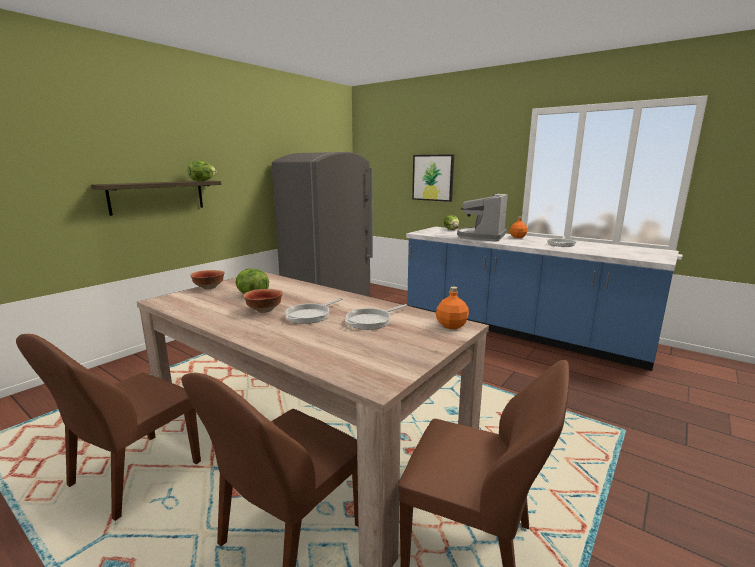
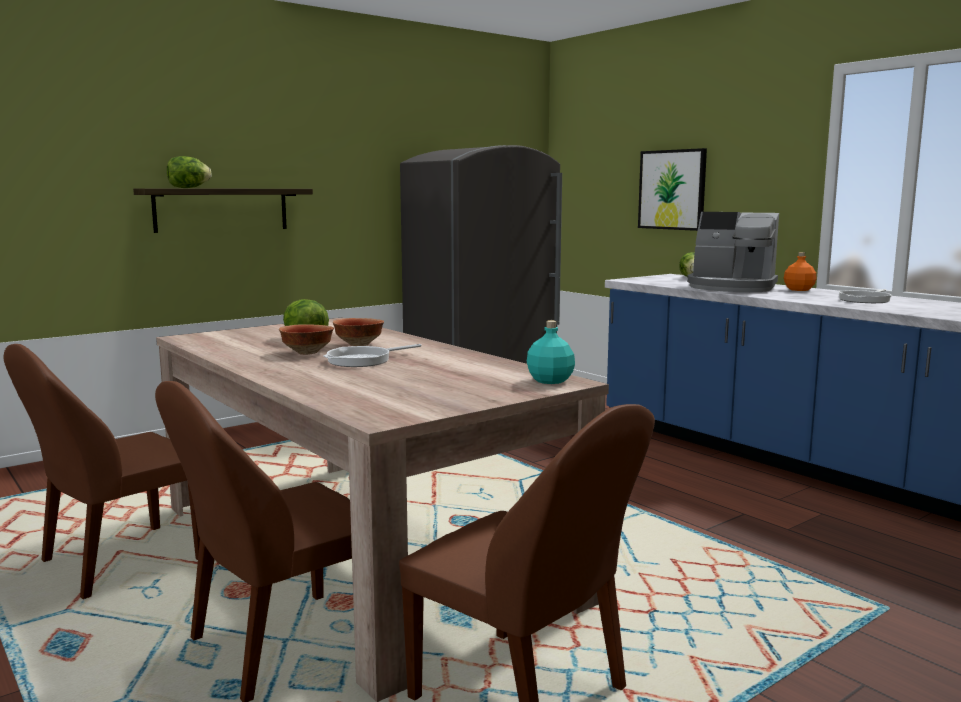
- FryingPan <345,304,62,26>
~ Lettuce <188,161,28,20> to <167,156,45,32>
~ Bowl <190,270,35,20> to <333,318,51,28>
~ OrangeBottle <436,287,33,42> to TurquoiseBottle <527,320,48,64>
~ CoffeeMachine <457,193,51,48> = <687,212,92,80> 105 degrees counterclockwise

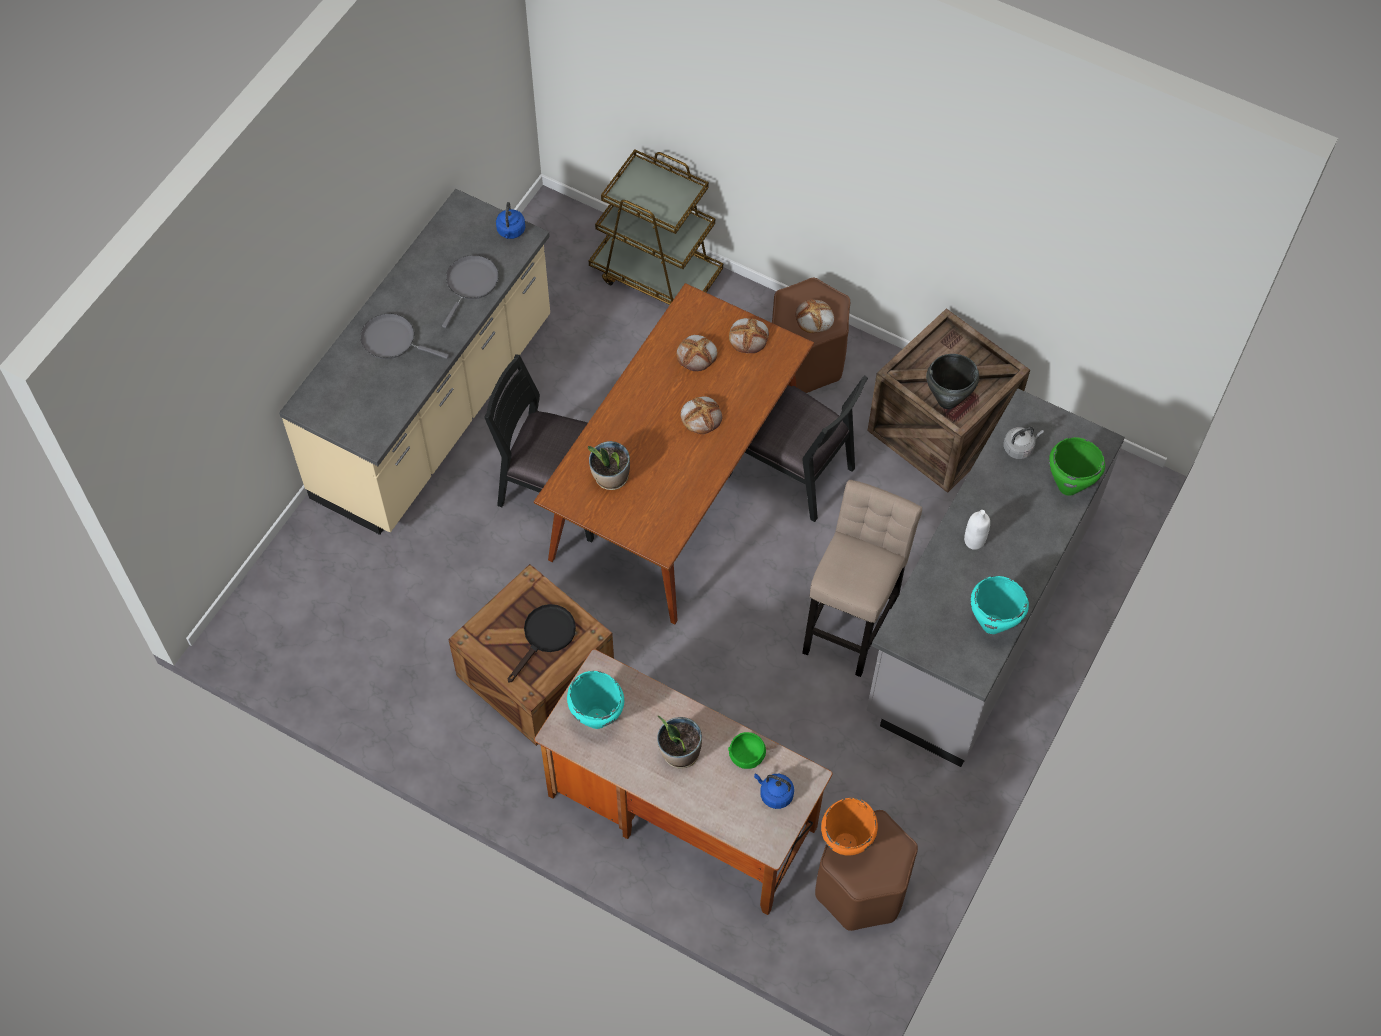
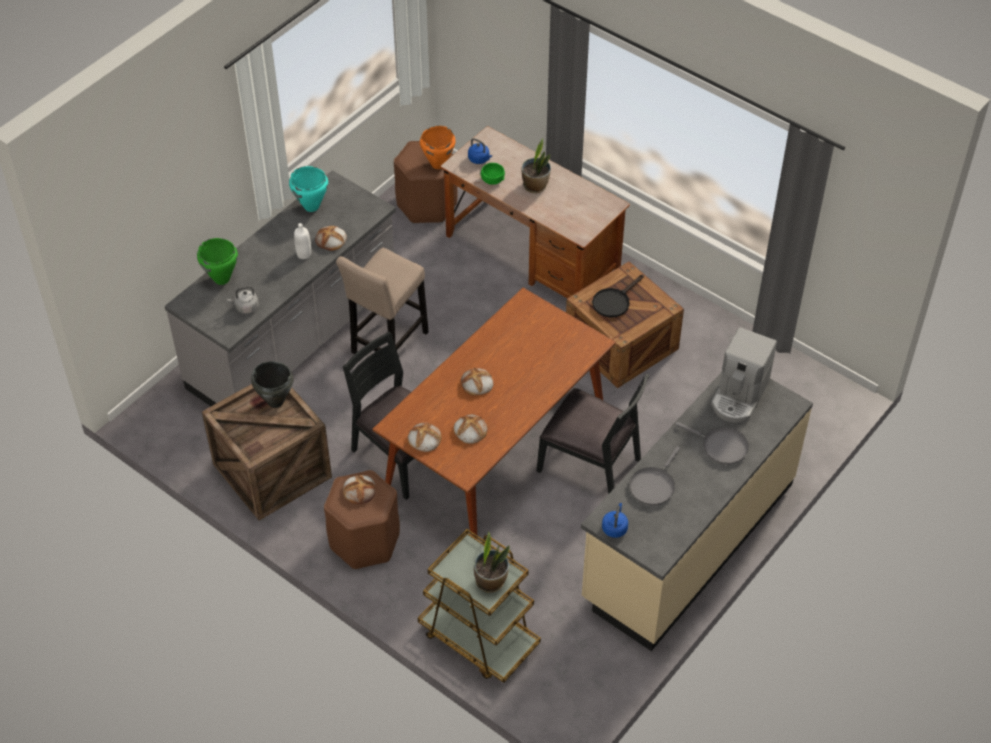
- TurquoiseCookingPot <567,671,57,58>
+ Bread <315,226,32,25>
+ CoffeeMachine <711,327,66,96>
~ PottedPlant <588,441,42,49> to <474,531,36,62>

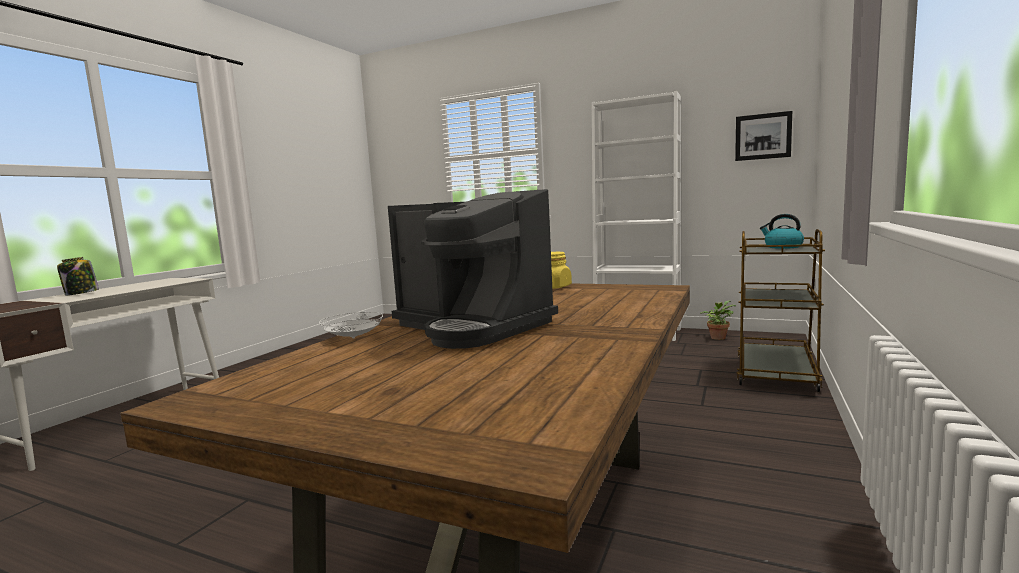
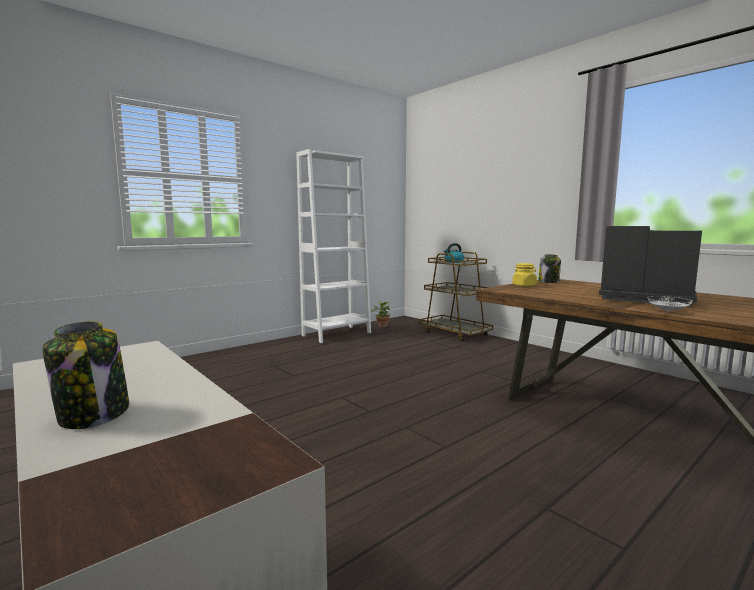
- Picture <735,111,57,50>
+ Jar <538,254,23,29>
~ CoffeeMachine <388,189,170,160> = <599,226,103,81> 120 degrees counterclockwise

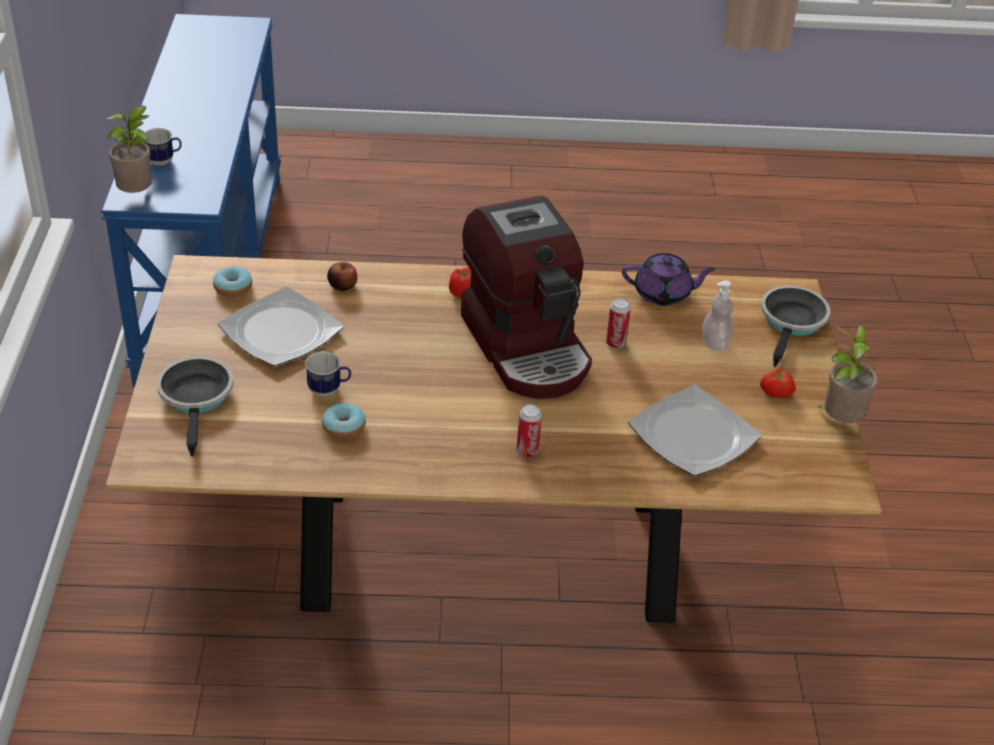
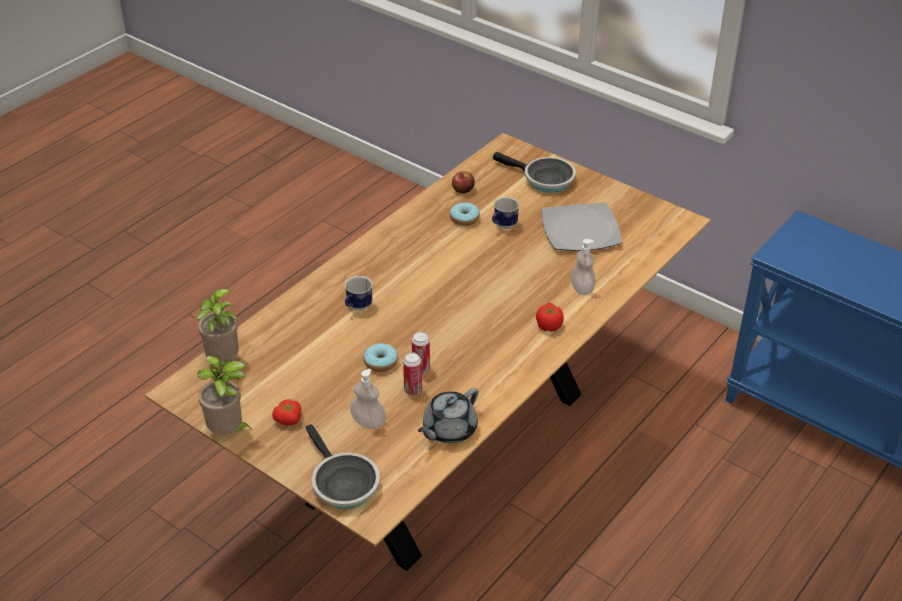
- CoffeeMachine <461,196,131,203>
- Plate <628,385,133,91>
+ SoapDispenser <571,239,25,56>
~ PottedPlant <105,105,47,88> to <196,289,43,78>
~ Mug <144,128,38,38> to <345,276,27,35>
~ Donut <213,266,39,31> to <364,343,34,29>
~ Apple <327,262,30,29> to <452,171,23,22>
~ Can <517,404,25,54> to <403,352,19,43>
~ PurpleTeapot <622,253,94,53> to GreyTeapot <418,388,60,55>

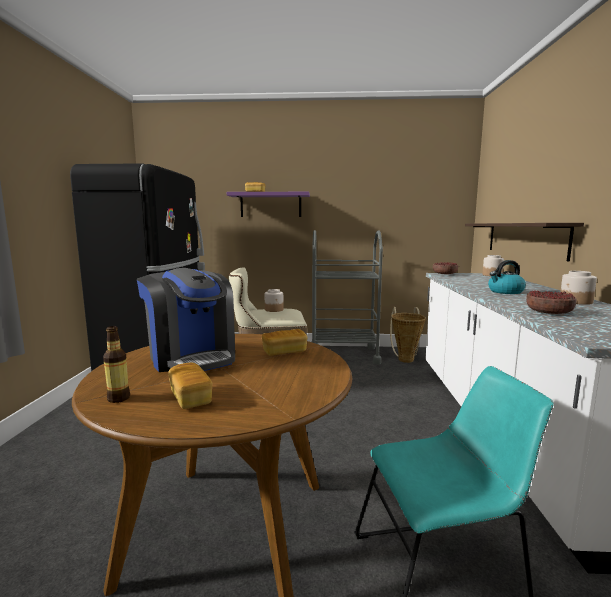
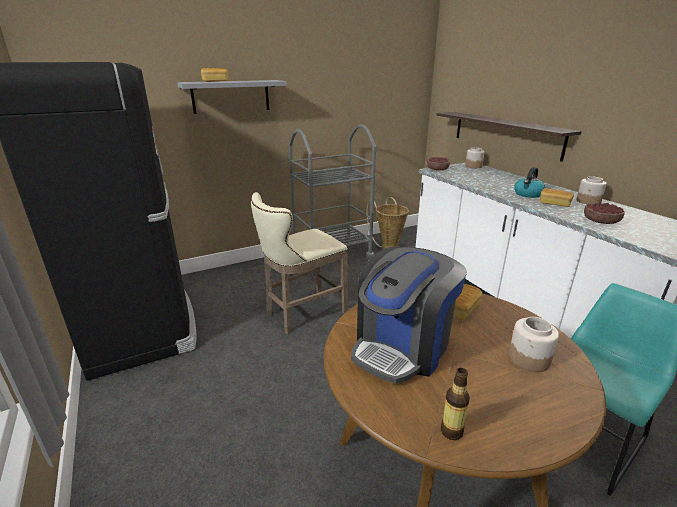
~ Bread <168,363,44,46> to <540,188,34,19>
~ Jar <265,289,19,23> to <509,317,50,55>
~ PurpleShelf <227,192,83,25> to GreyShelf <177,80,110,34>
~ CoffeeMachine <137,268,98,104> = <351,246,116,138> 105 degrees clockwise

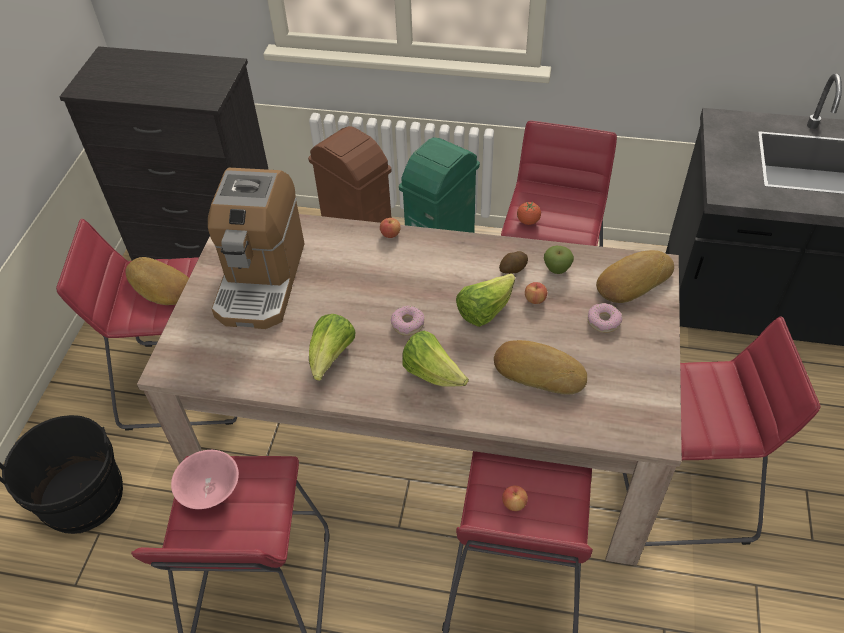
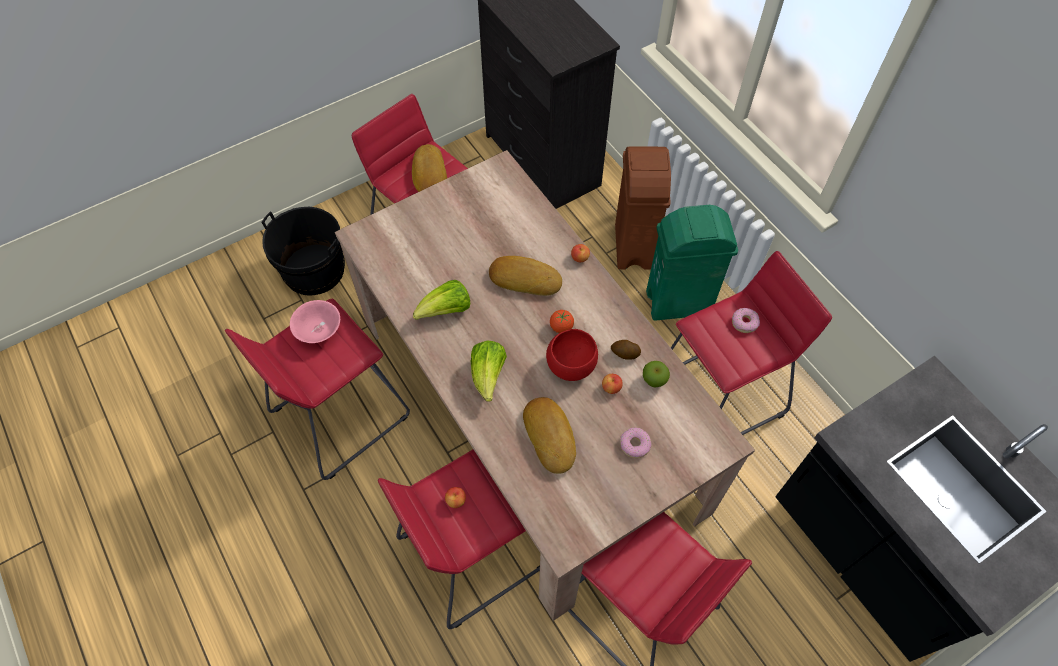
- CoffeeMachine <208,168,97,161>
~ Donut <391,306,33,30> to <732,308,28,25>
~ Tomato <517,202,24,23> to <550,310,24,23>
~ Bread <596,250,78,53> to <489,256,73,40>
~ Lettuce <456,273,59,54> to RedBowl <546,329,52,52>

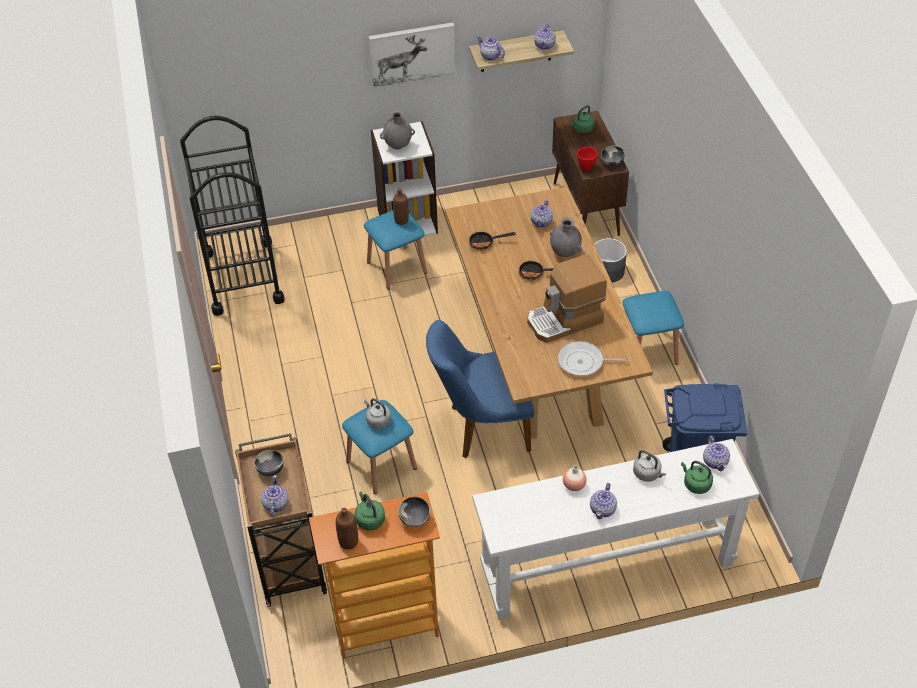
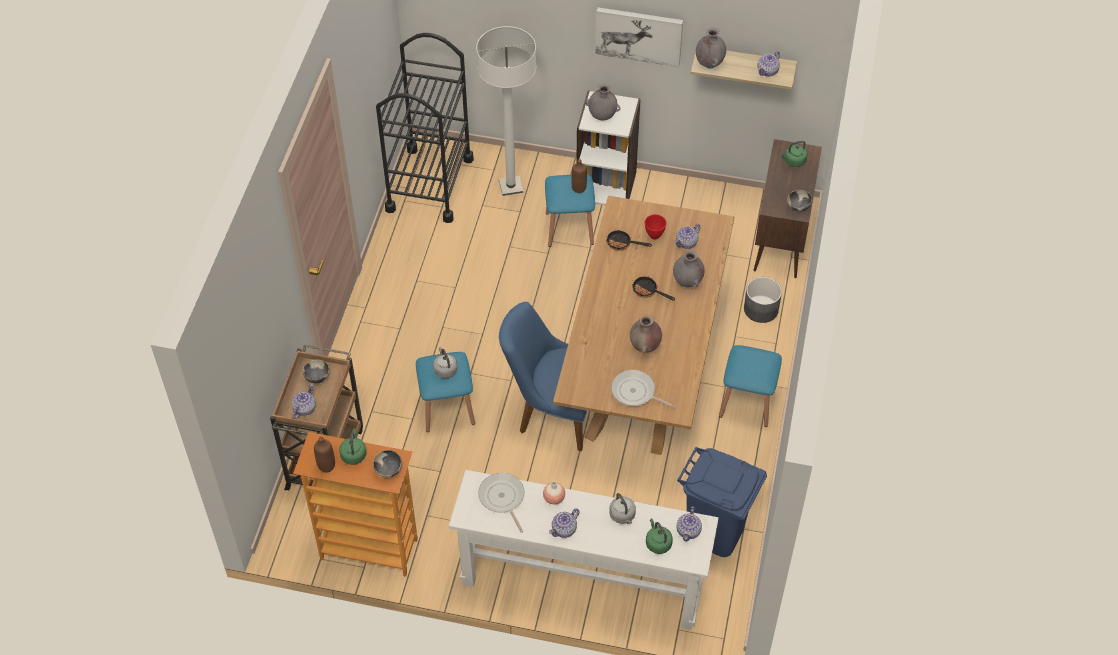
+ WhiteFloorLamp <476,26,61,170>
+ FryingPan <478,473,46,60>
~ RedBowl <577,147,21,24> to <645,214,21,25>
~ Teapot <477,37,28,24> to GreyVase <696,27,30,41>
~ CoffeeMachine <527,254,80,89> to BrownVase <630,315,32,39>

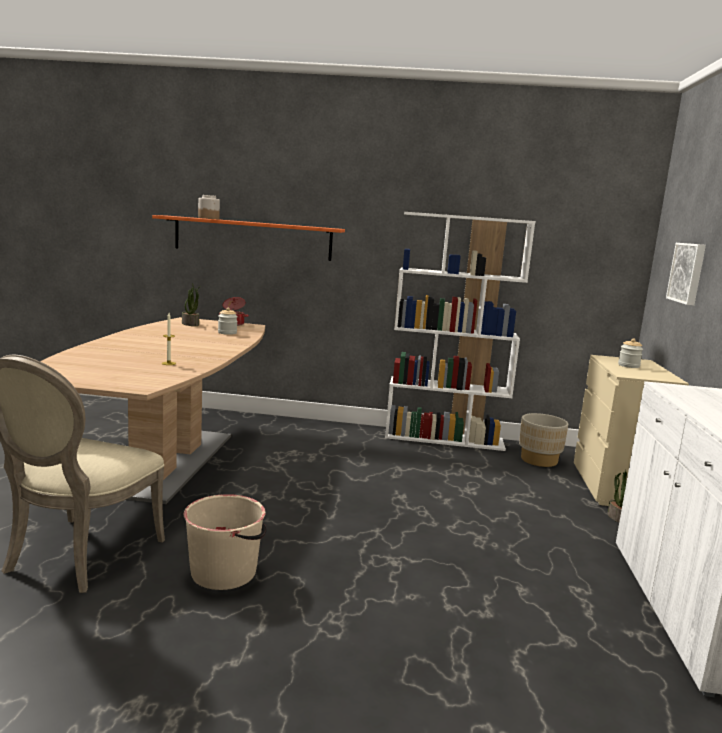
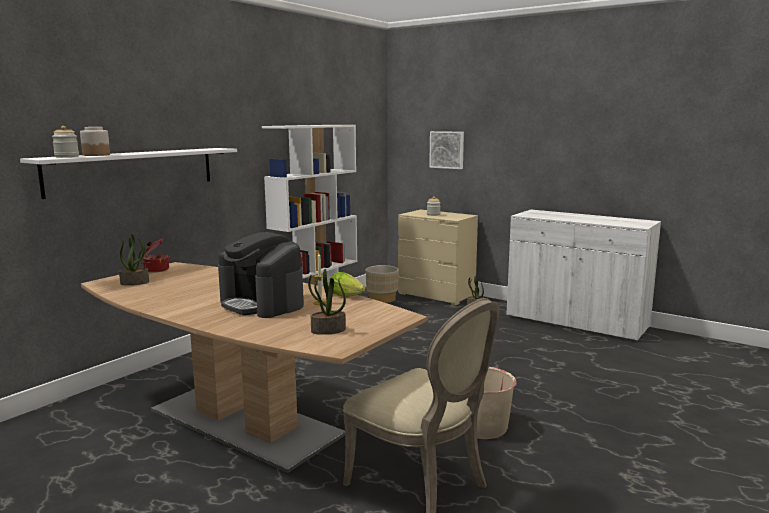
+ CoffeeMachine <218,232,86,86>
+ PottedPlant <308,269,38,66>
+ Lettuce <328,272,38,25>
~ Jar <218,308,20,27> to <52,126,27,31>
~ OrangeShelf <152,215,193,46> to WhiteShelf <20,148,217,51>

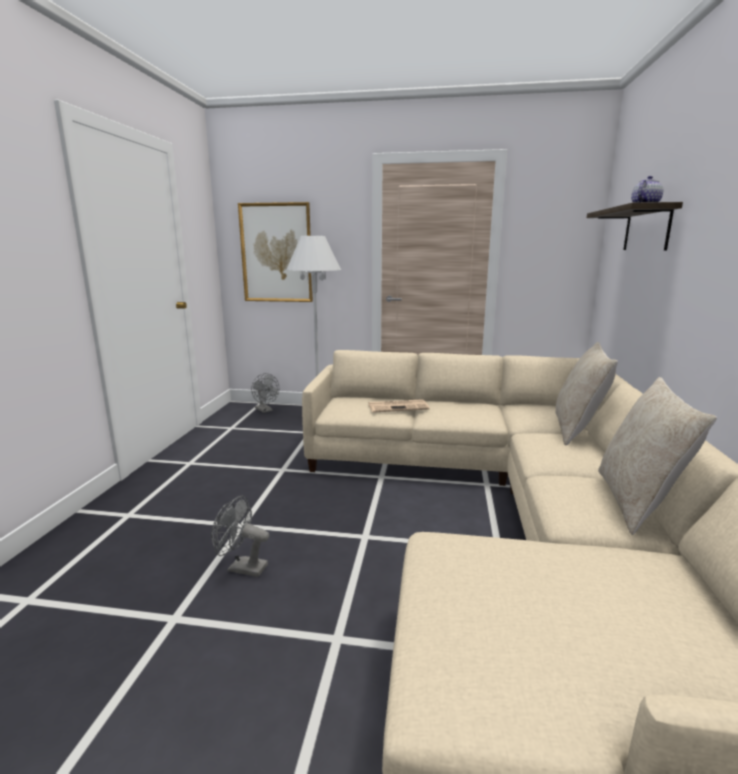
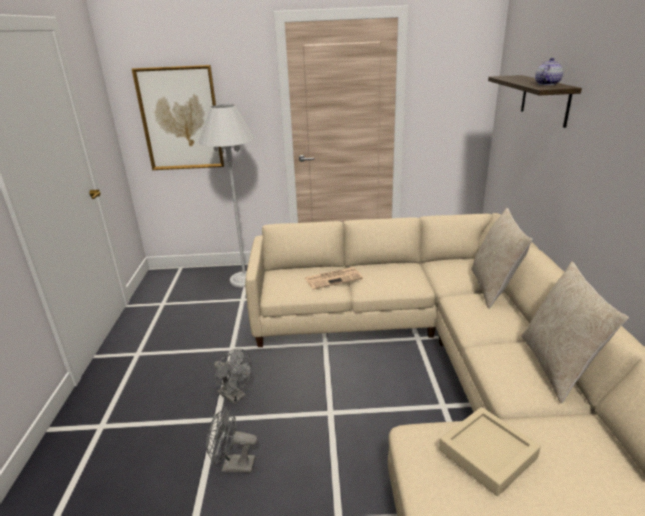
+ BeigeTray <439,407,102,89>
~ GreyFan <251,373,28,40> to <214,348,38,56>

